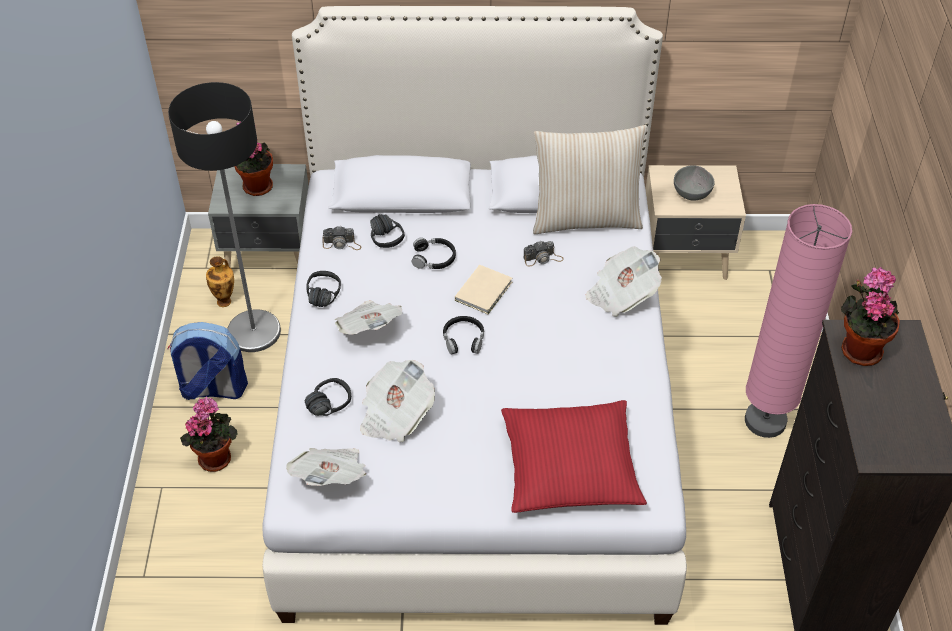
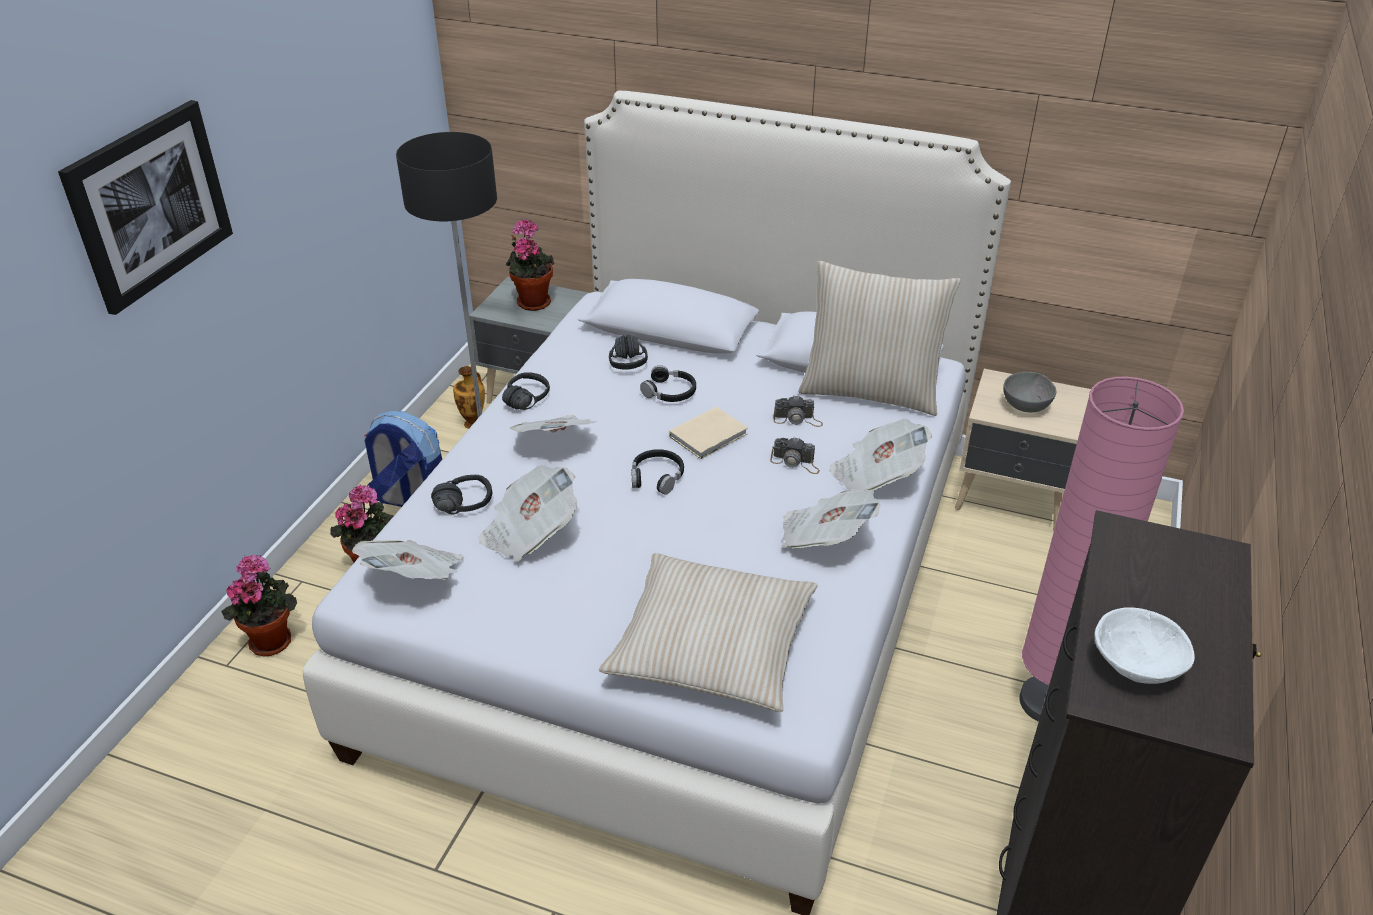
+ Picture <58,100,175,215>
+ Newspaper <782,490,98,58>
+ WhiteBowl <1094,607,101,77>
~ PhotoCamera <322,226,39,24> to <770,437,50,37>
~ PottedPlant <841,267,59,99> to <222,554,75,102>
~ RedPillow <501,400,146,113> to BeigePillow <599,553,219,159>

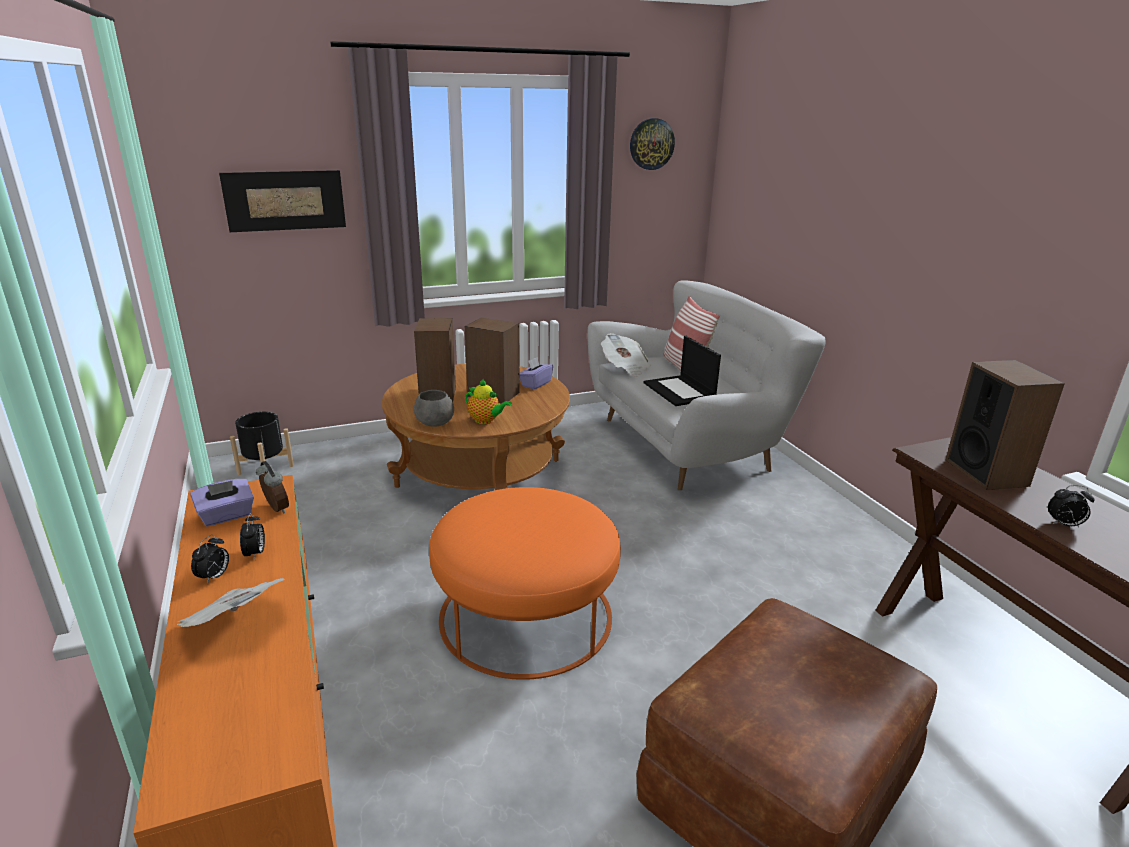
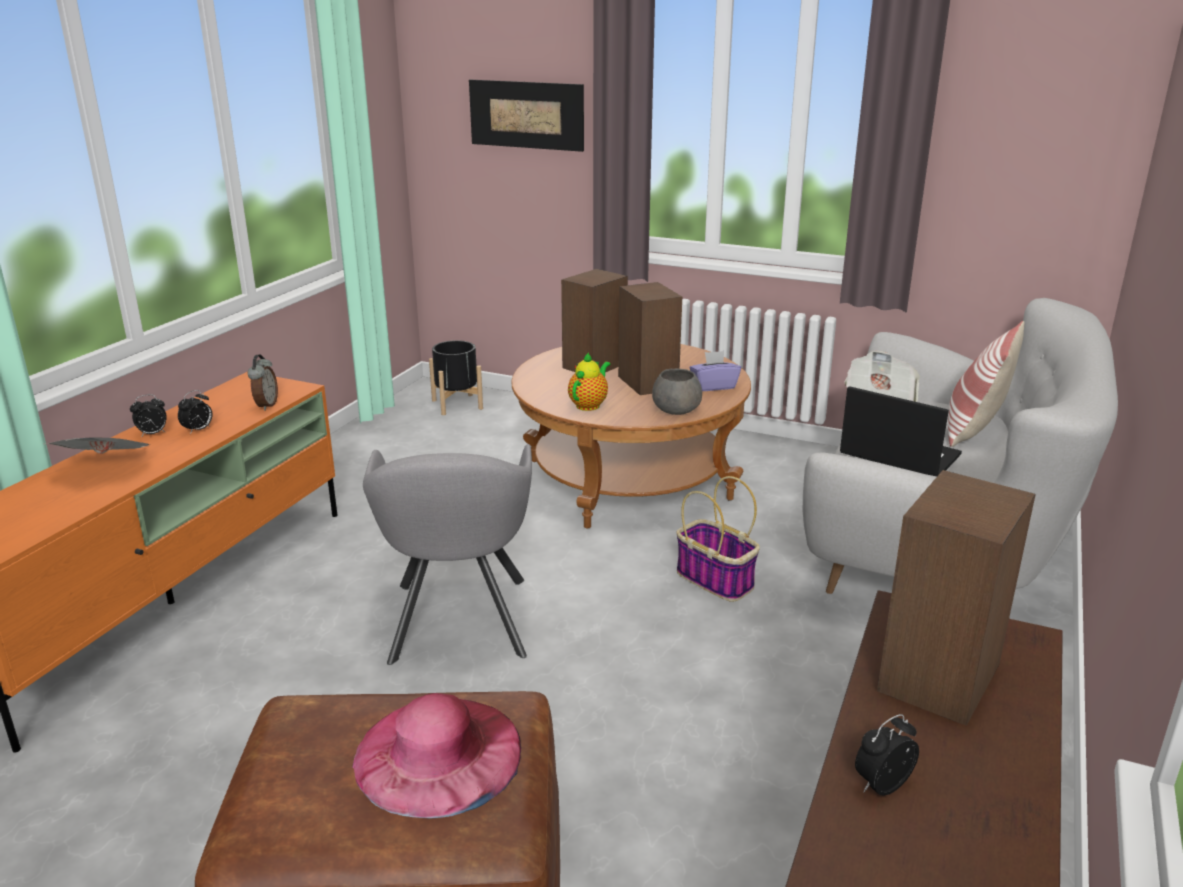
- PurpleTissueBox <190,479,64,47>
- WallClock <630,118,45,52>
+ PinkHat <352,693,169,126>
+ Basket <677,476,83,126>
~ GreyBowl <414,390,40,37> to <652,368,50,47>
~ OrangeOttoman <429,487,192,193> to GreyArmchair <363,444,169,221>
~ Teapot <465,379,47,45> = <568,352,43,59> 135 degrees counterclockwise
~ Laptop <643,336,78,70> = <840,386,122,90> 105 degrees clockwise
~ AlarmClock <1048,485,47,42> = <855,714,64,81> 90 degrees clockwise

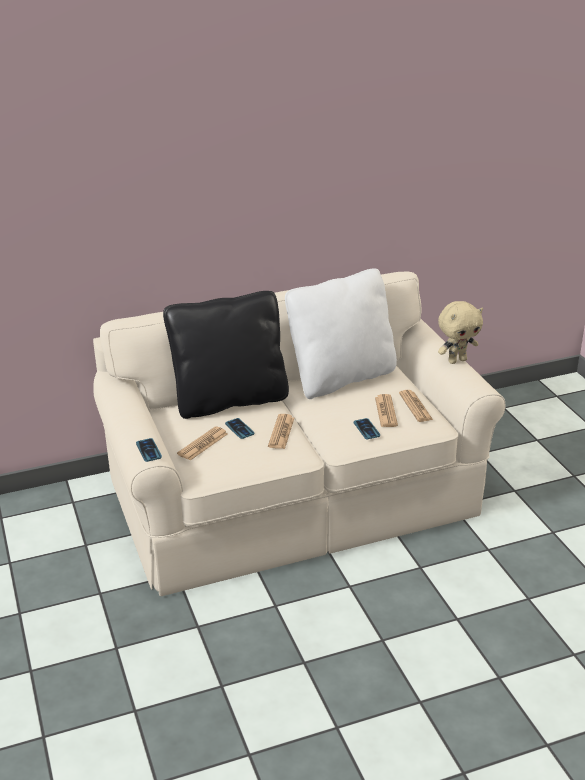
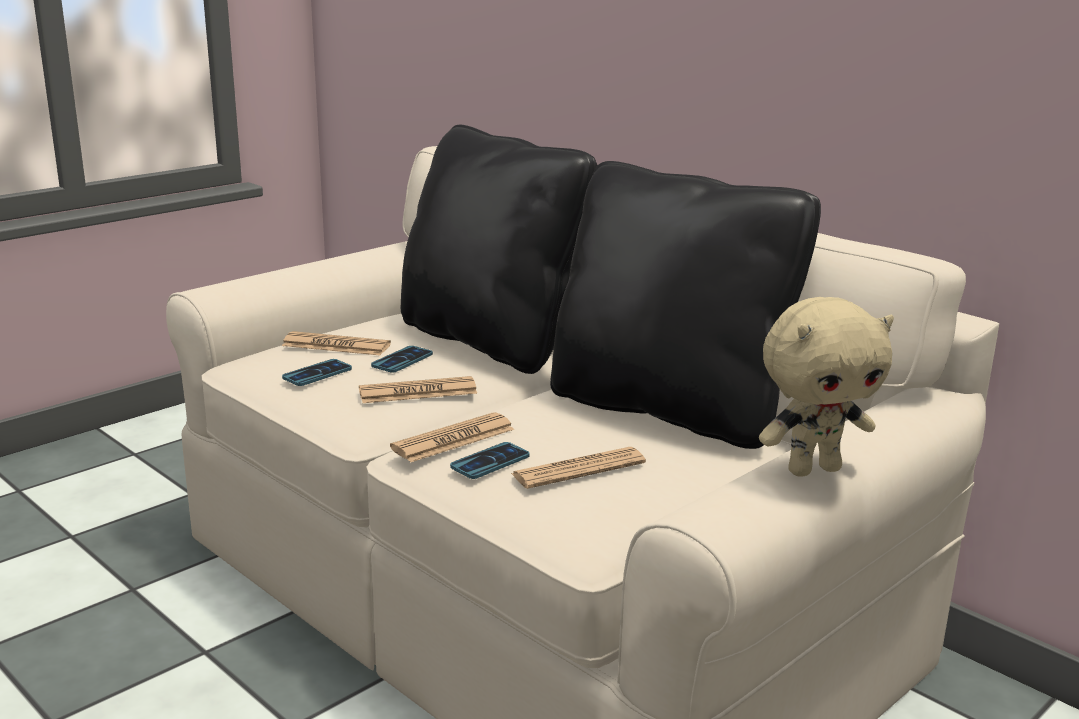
~ Phone <136,438,26,24> to <282,359,70,27>
~ Newspaper <399,390,34,32> to <390,412,125,50>
~ WhitePillow <285,269,112,130> to BlackPillow <550,161,271,288>
~ BeigePlushToy <438,301,45,63> = <759,297,135,180> 60 degrees counterclockwise

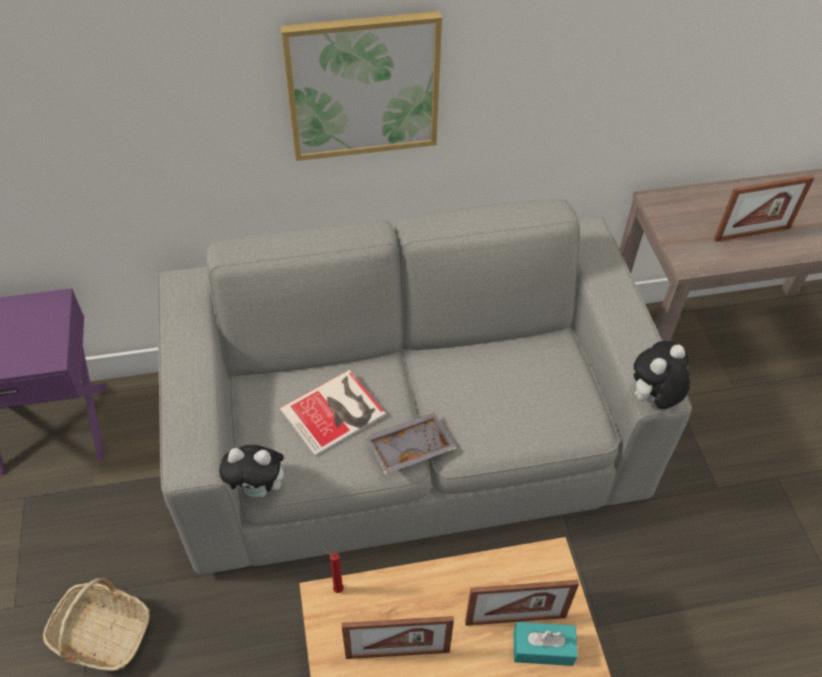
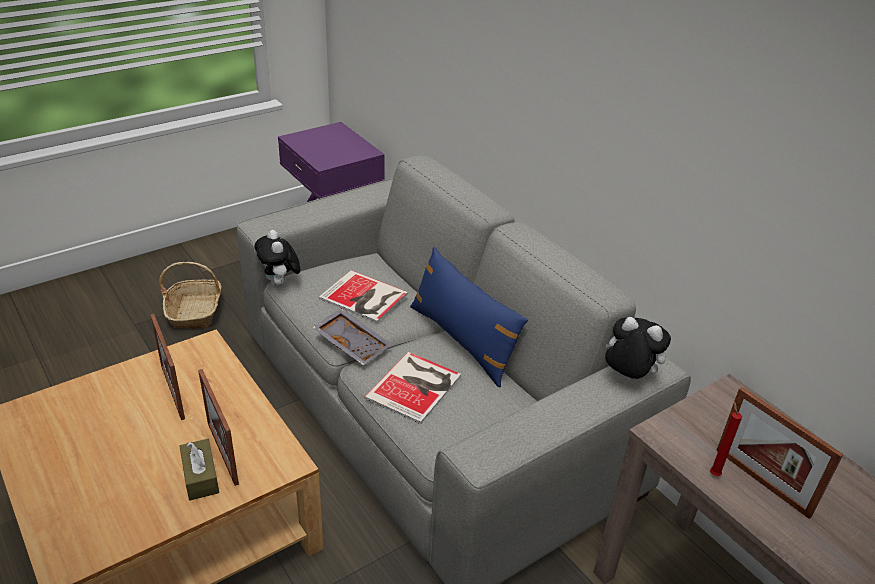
- Picture <280,11,162,150>
+ Book <364,352,97,72>
+ BluePillow <410,247,118,140>
~ RedCandle <324,550,20,43> to <710,401,32,75>
~ PlushToy <632,341,58,68> to <605,317,66,62>
~ TurquoiseTissueBox <514,622,64,44> to BrownTissueBox <180,439,39,61>

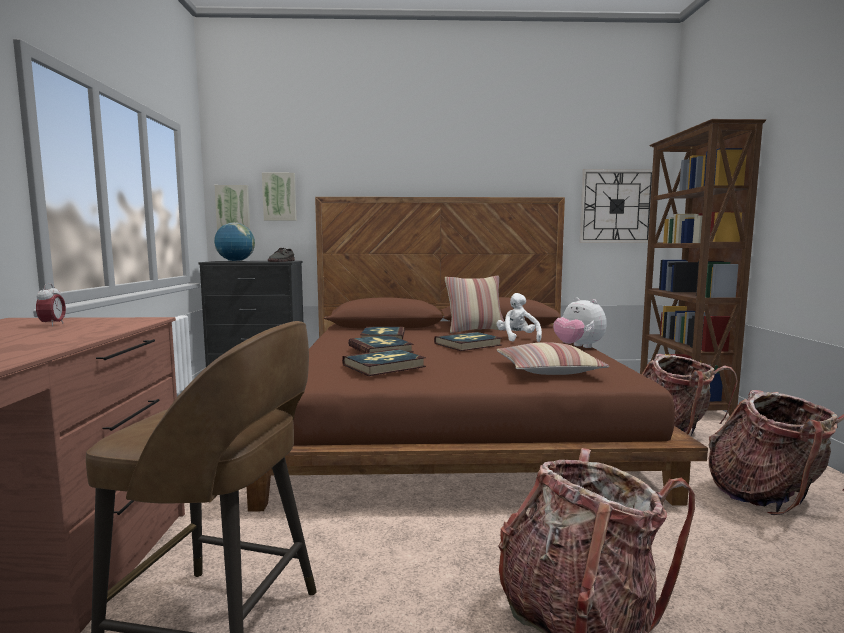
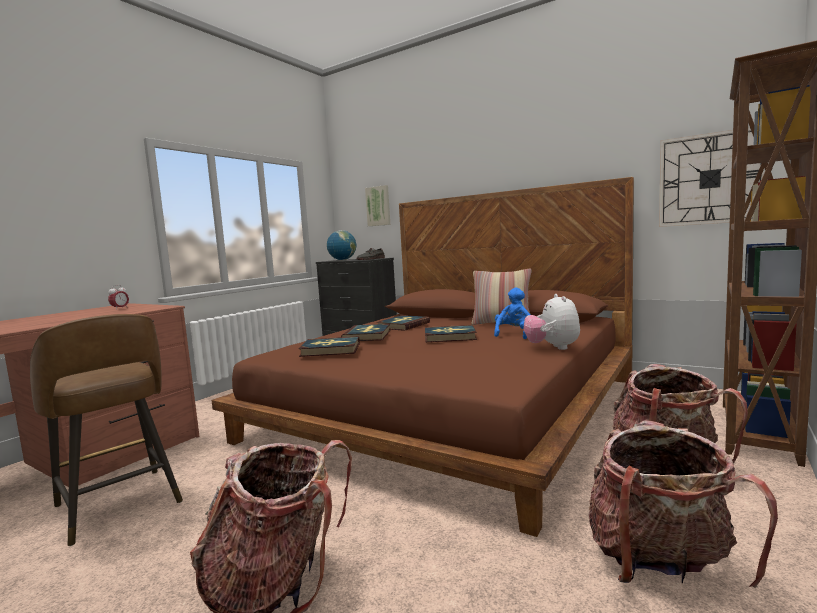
- Picture <215,185,35,46>
- Pillow <497,342,112,33>
~ WhitePlushToy <497,293,45,49> to BluePlushToy <494,287,36,52>

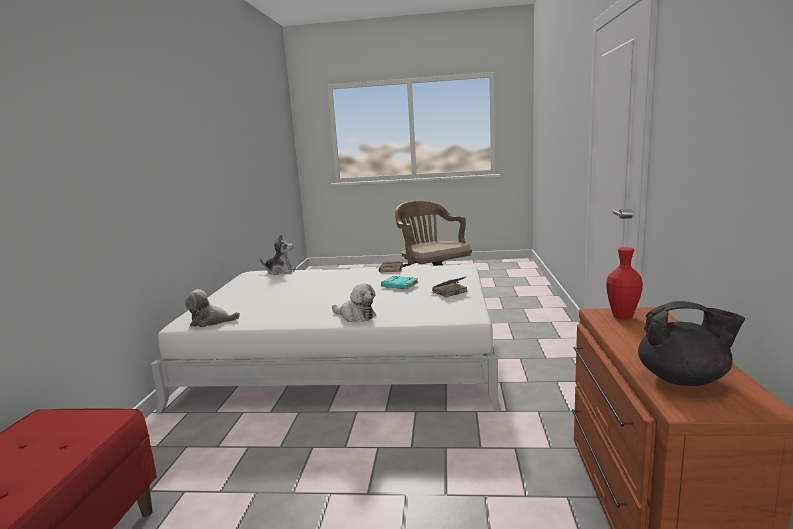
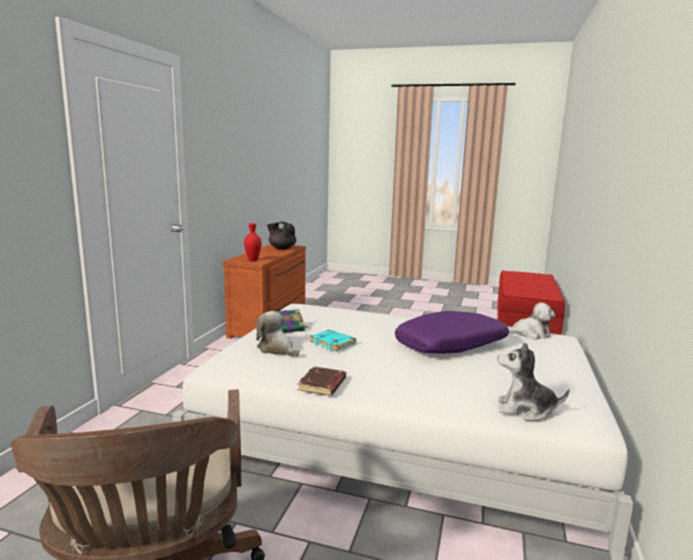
+ PurplePillow <395,311,114,43>
~ PlushToy <332,283,44,39> to <256,311,43,46>

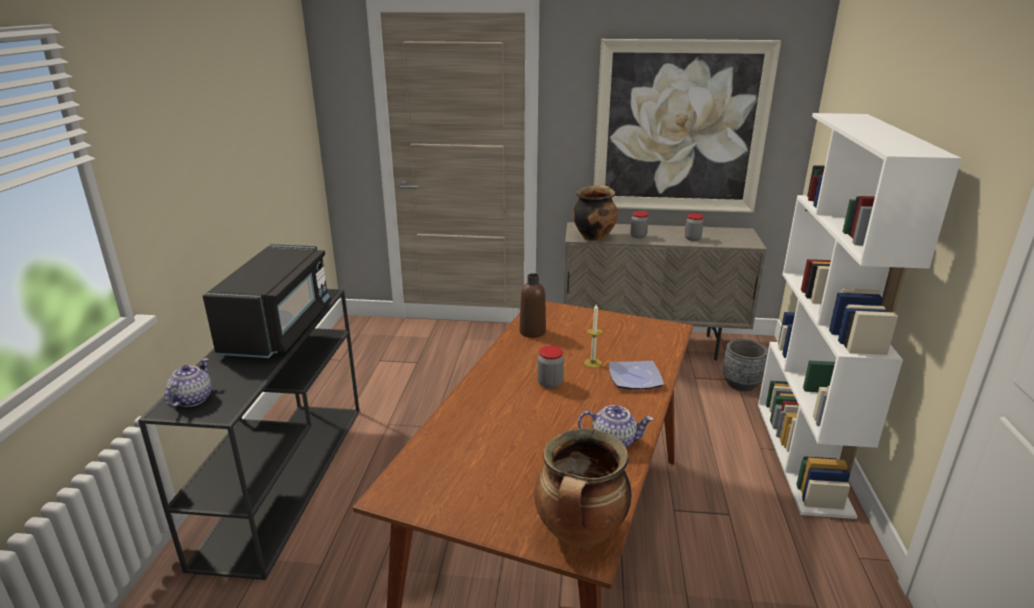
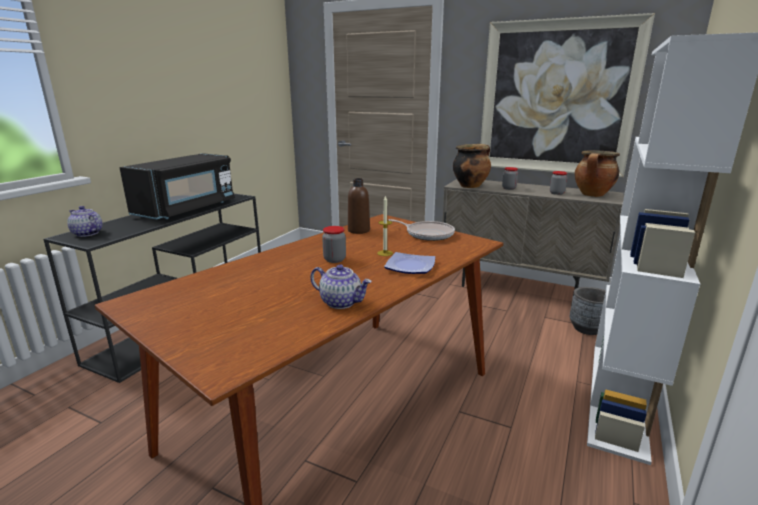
+ FryingPan <388,219,67,22>
~ CookingPot <534,428,97,121> to <575,150,45,47>
~ Teapot <164,358,48,50> = <67,206,36,31> 90 degrees counterclockwise

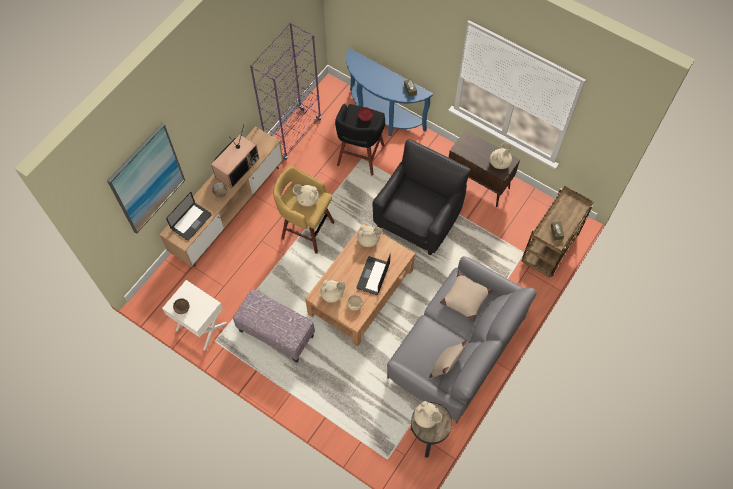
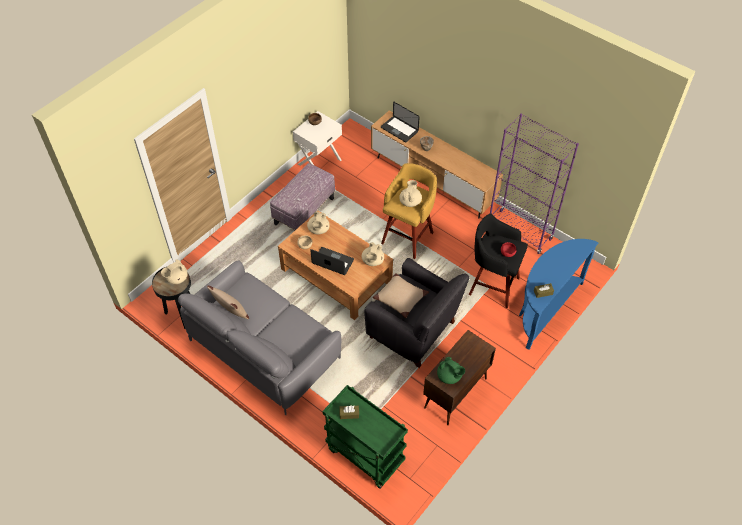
- Picture <107,123,78,111>
- Television <211,125,48,64>
~ BeigePillow <440,271,53,51> to <372,273,57,45>
~ BeigeTeapot <489,143,23,26> to GreenTeapot <437,357,28,27>
~ BrownCart <522,185,72,93> to GreenCart <323,385,85,104>

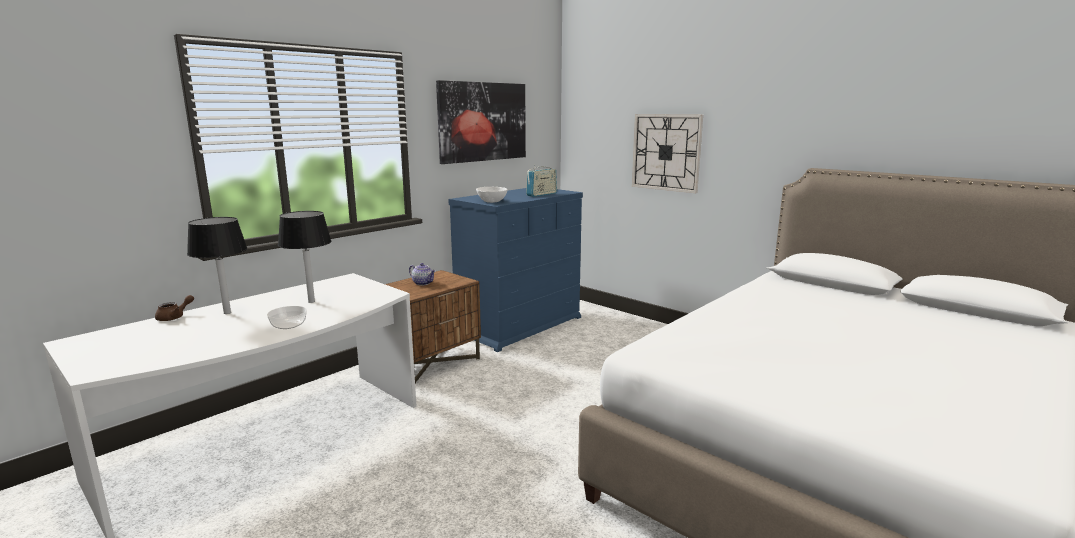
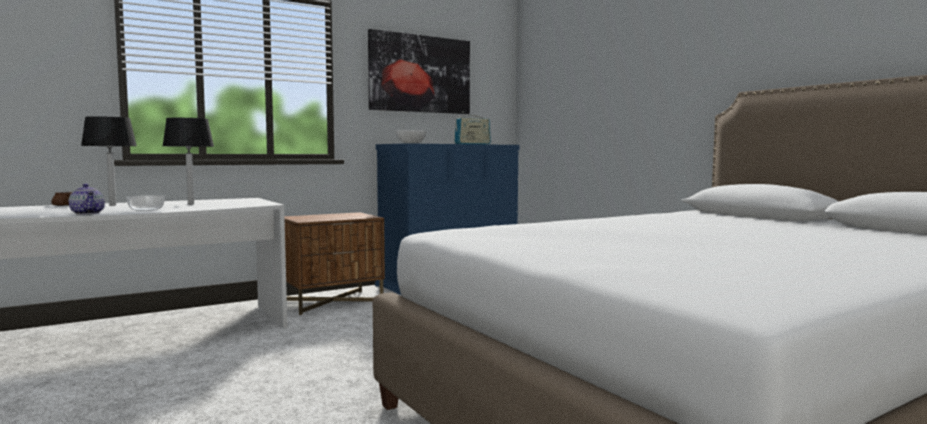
- WallClock <632,114,71,79>
~ Teapot <409,263,27,23> to <69,184,36,31>

